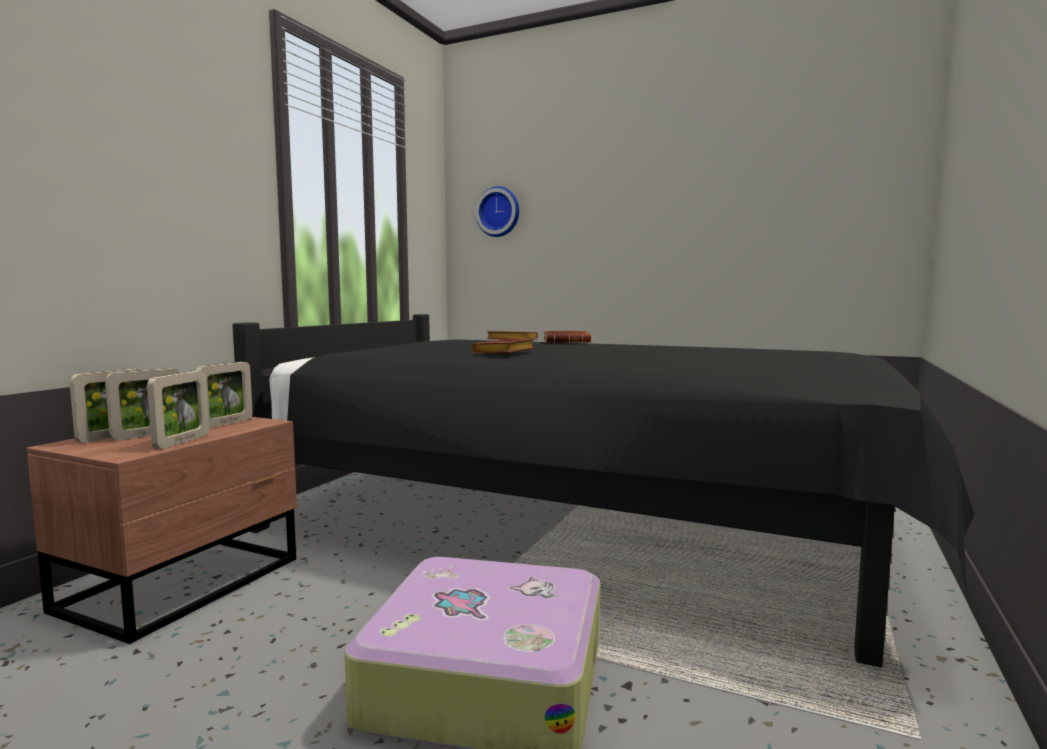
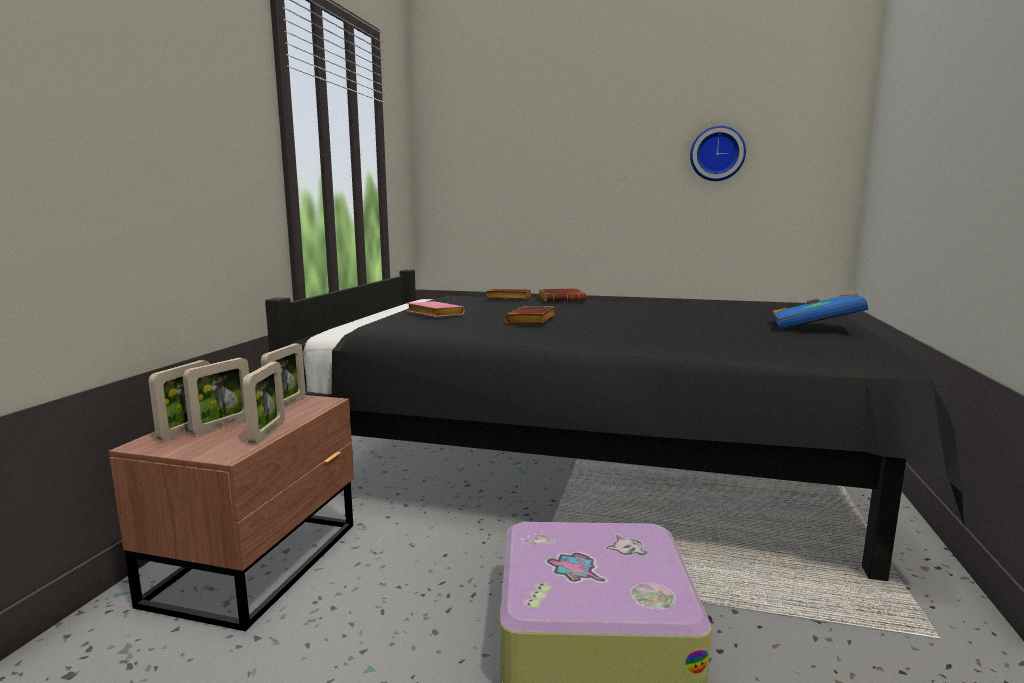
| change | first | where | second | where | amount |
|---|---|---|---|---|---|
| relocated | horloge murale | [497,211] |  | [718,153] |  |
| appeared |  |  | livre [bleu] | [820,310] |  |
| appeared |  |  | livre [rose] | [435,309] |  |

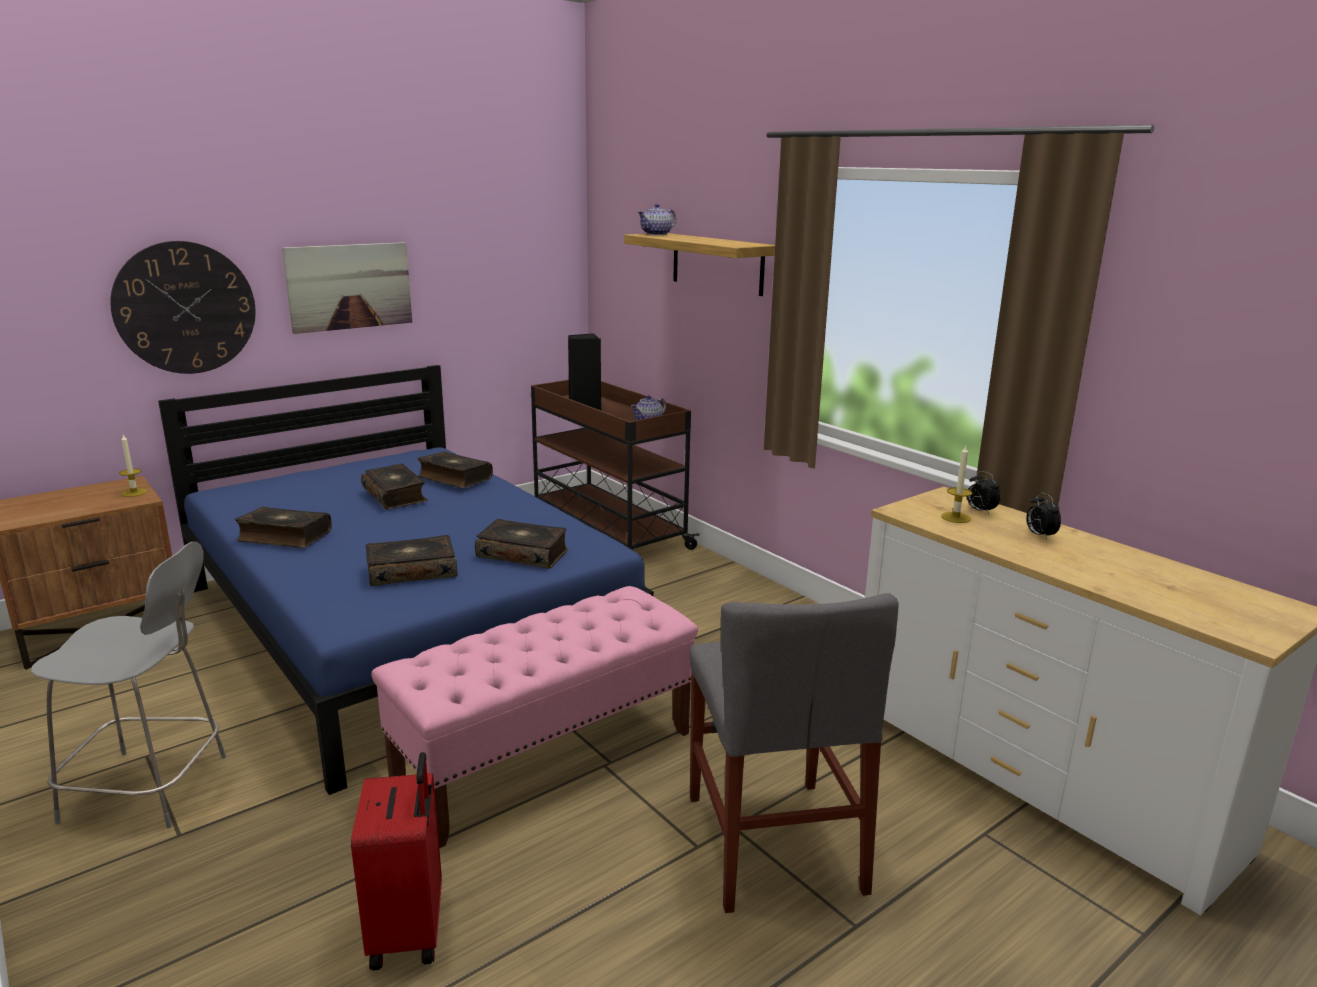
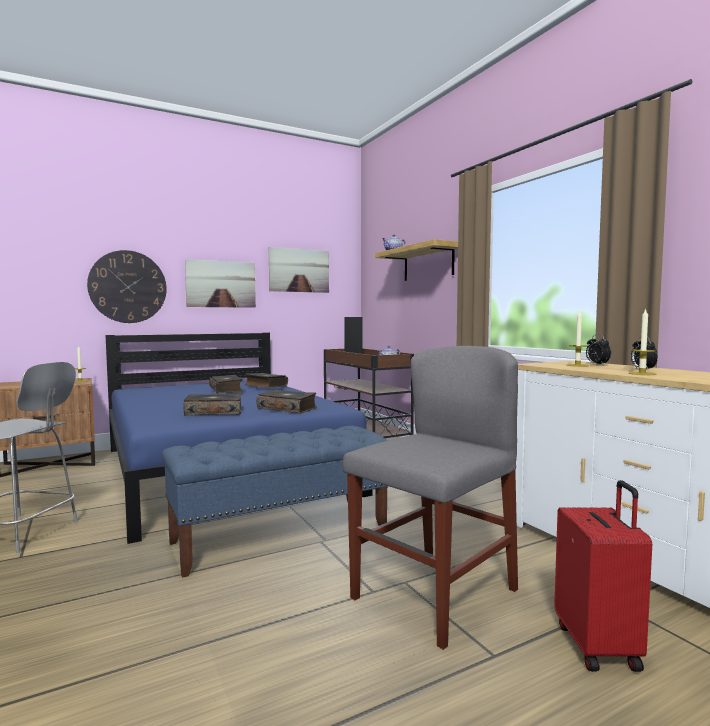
| change | first | where | second | where | amount |
|---|---|---|---|---|---|
| missing | livre | [283,527] |  |  |  |
| colour | banc [rose] | [534,717] | banc [bleu] | [275,502] |  |
| spun | chaise [gris] | [794,753] |  | [430,498] | 135 degrees counterclockwise |
| relocated | valise [rouge] | [396,861] |  | [603,576] |  |
| appeared |  |  | tableau | [299,270] |  |
| appeared |  |  | bougie | [642,341] |  |

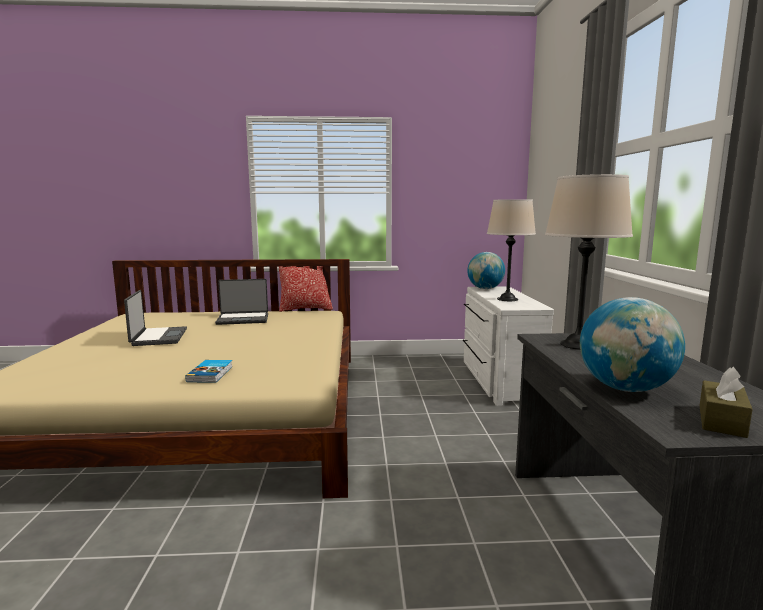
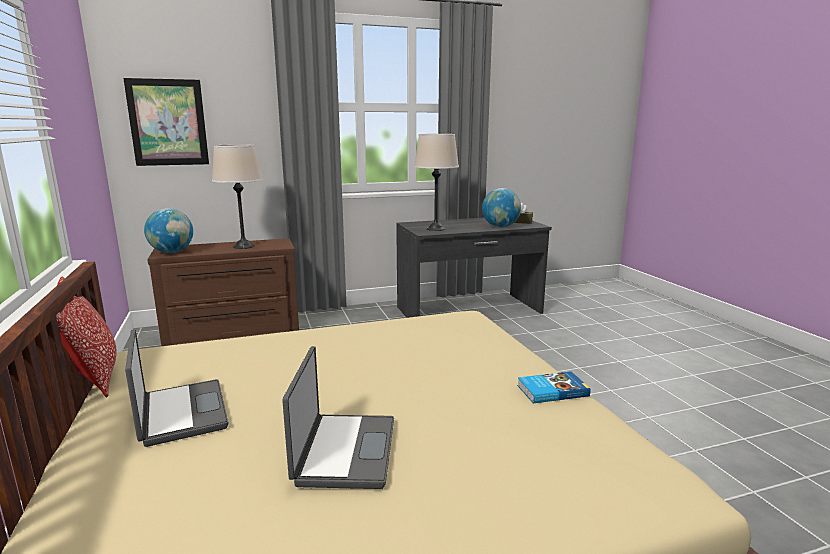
| change | first | where | second | where | amount |
|---|---|---|---|---|---|
| colour | commode [blanc] | [508,346] | commode [marron] | [223,292] |  |
| spun | ordinateur portable | [155,318] |  | [338,417] | 120 degrees clockwise |
| relocated | livre | [209,371] |  | [554,387] |  |
| appeared |  |  | tableau | [166,122] |  |

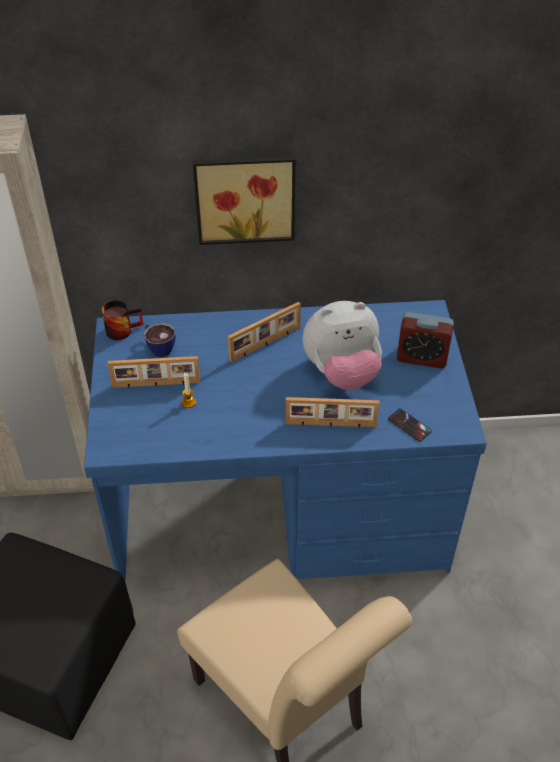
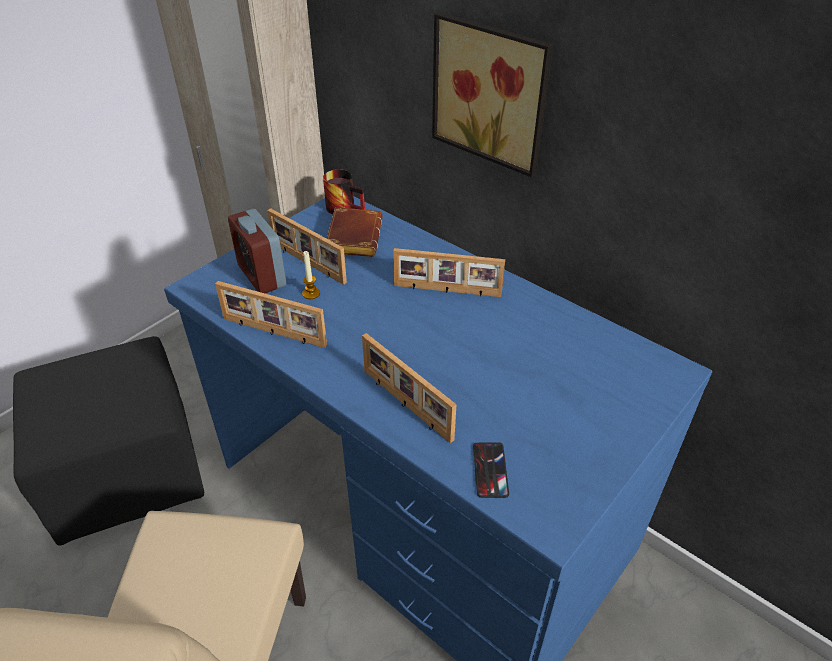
| change | first | where | second | where | amount |
|---|---|---|---|---|---|
| missing | peluche | [342,345] |  |  |  |
| relocated | réveil | [425,340] |  | [257,251] |  |
| exchanged | tasse | [160,339] | livre [marron] | [354,232] |  |
| appeared |  |  | cadre photo | [271,314] |  |

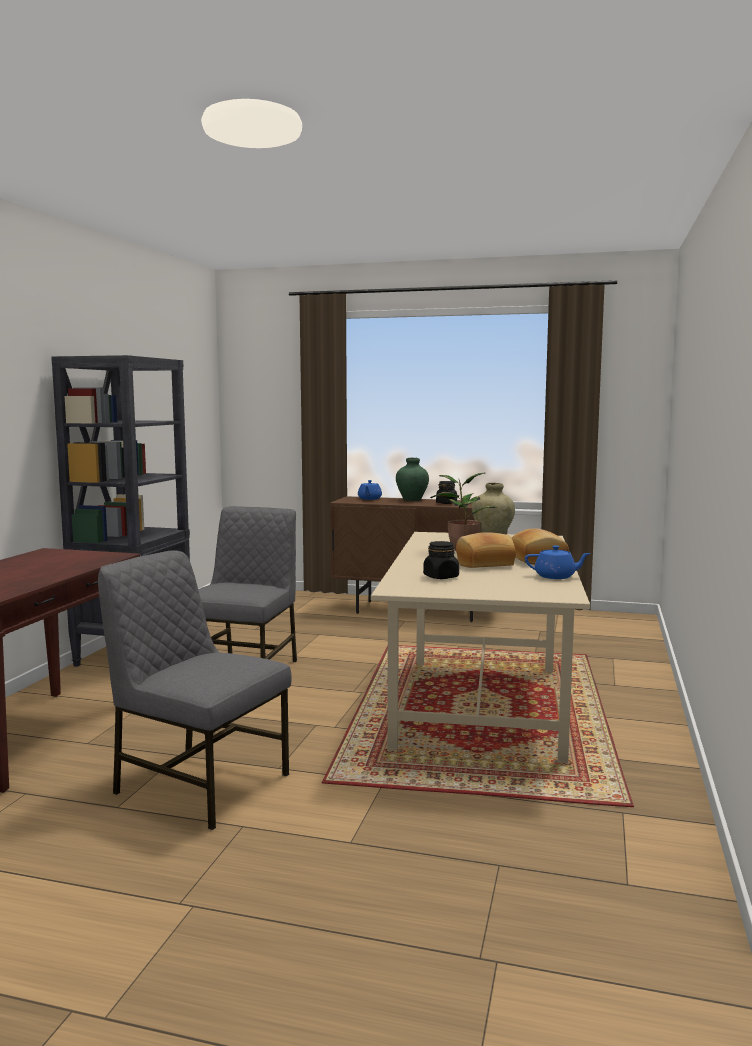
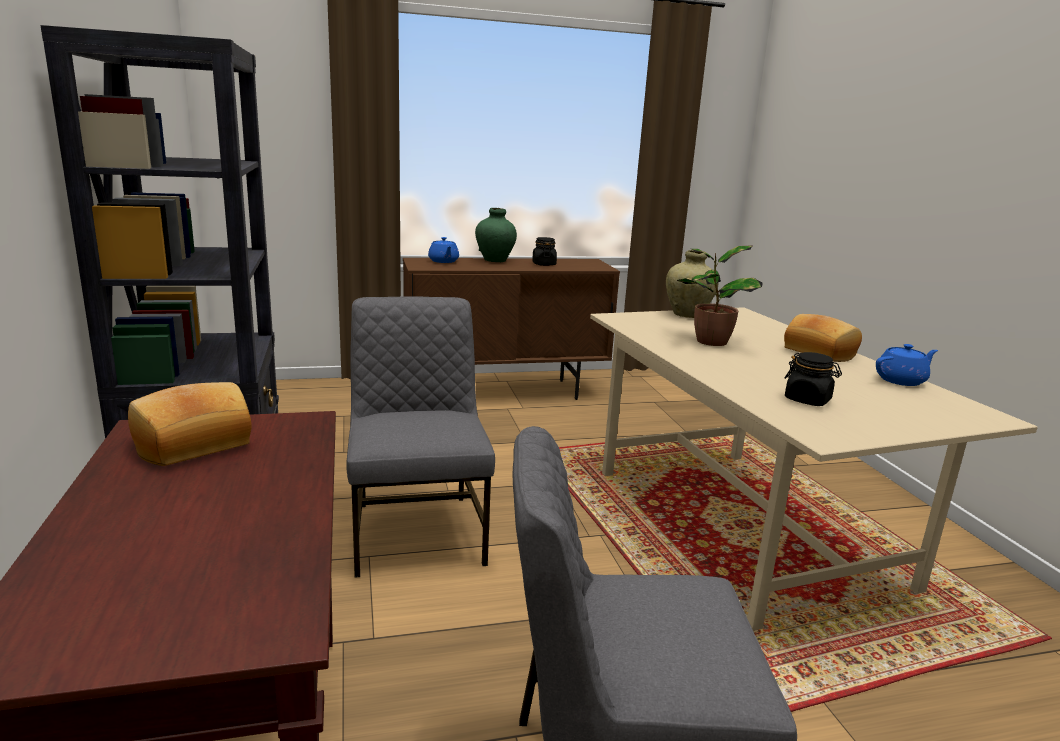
| change | first | where | second | where | amount |
|---|---|---|---|---|---|
| relocated | pain | [486,550] |  | [190,424] |  |

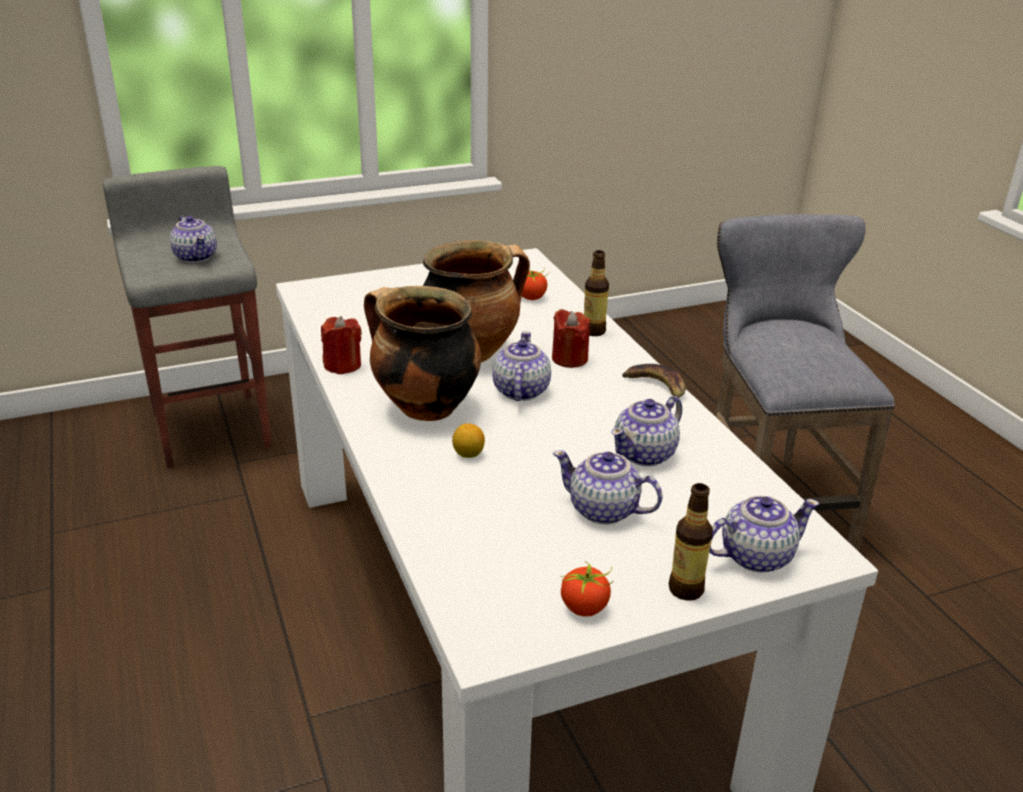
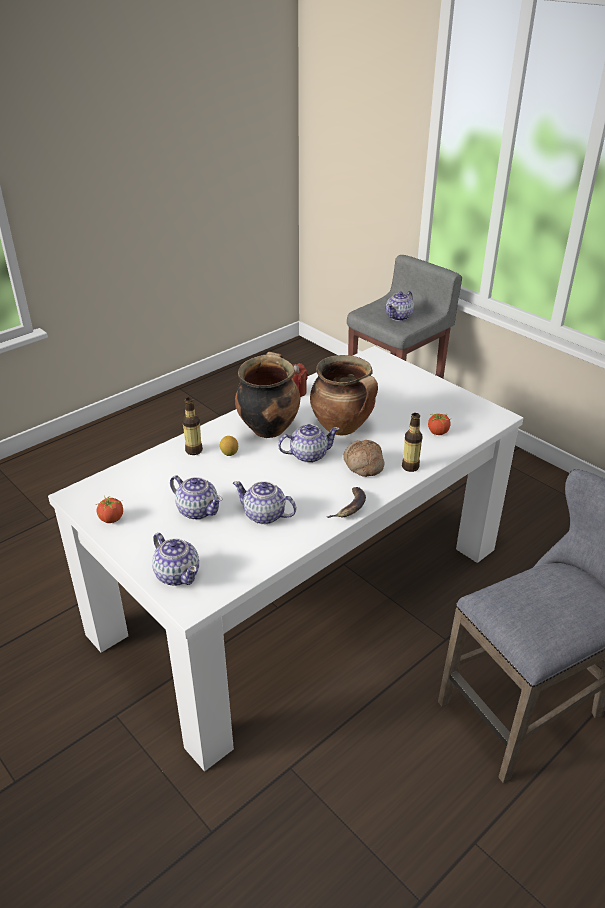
| change | first | where | second | where | amount |
|---|---|---|---|---|---|
| exchanged | bougie [rouge] | [571,338] | pain | [363,458] |  |
| spun | théière | [608,487] |  | [196,497] | 120 degrees clockwise |
| relocated | bouteille | [691,542] |  | [192,426] |  |

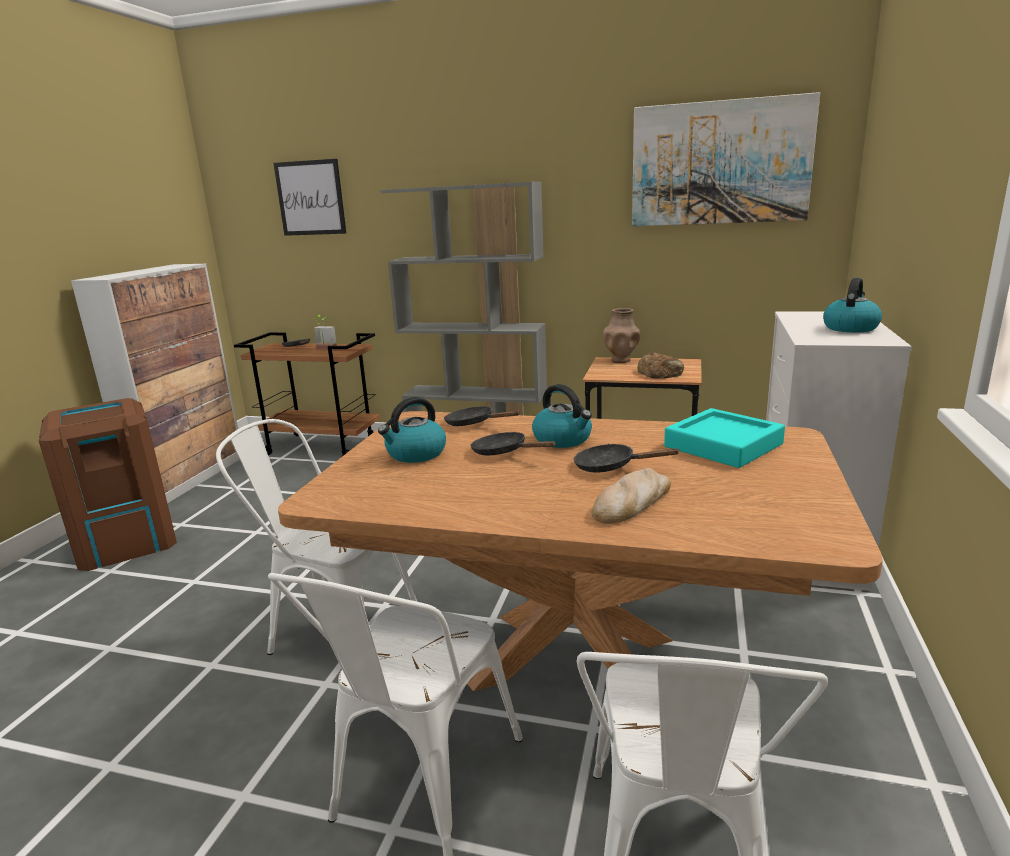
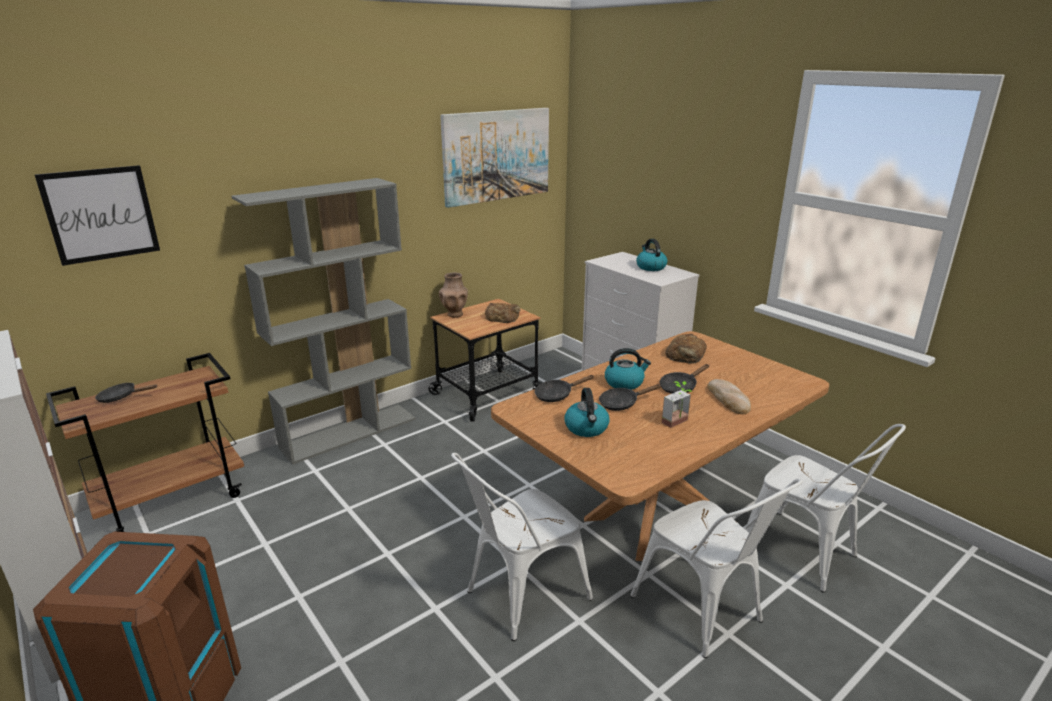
| change | first | where | second | where | amount |
|---|---|---|---|---|---|
| relocated | plante en pot | [325,332] |  | [677,404] |  |
| exchanged | plateau [turquoise] | [724,438] | pain | [686,349] |  |

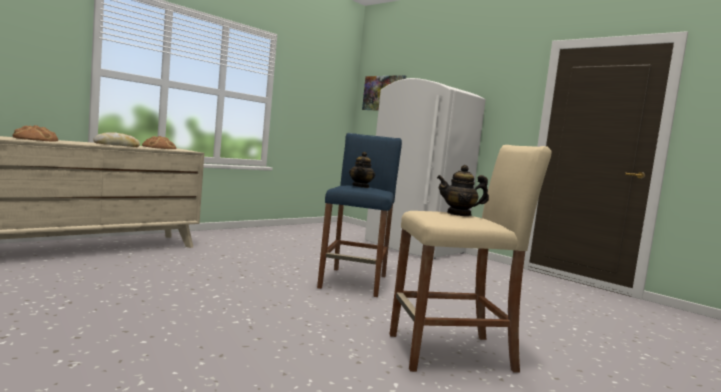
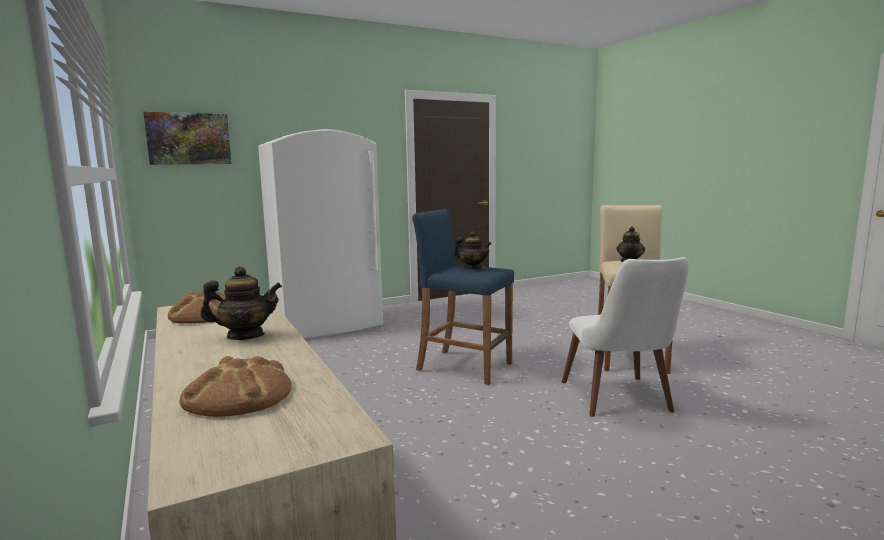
| change | first | where | second | where | amount |
|---|---|---|---|---|---|
| exchanged | pain | [116,139] | théière | [241,303] |  |
| appeared |  |  | chaise [blanc] | [625,337] |  |

